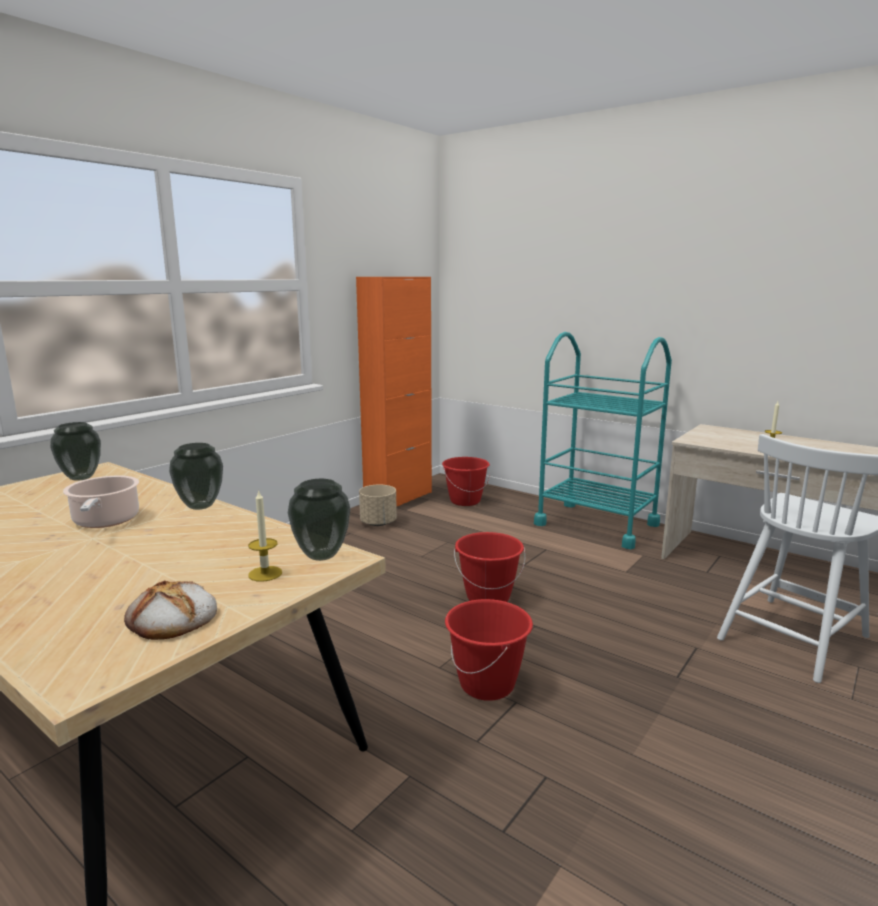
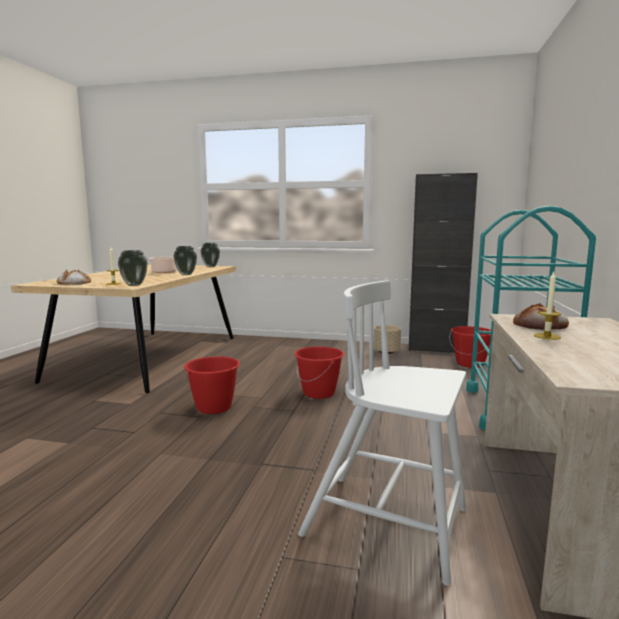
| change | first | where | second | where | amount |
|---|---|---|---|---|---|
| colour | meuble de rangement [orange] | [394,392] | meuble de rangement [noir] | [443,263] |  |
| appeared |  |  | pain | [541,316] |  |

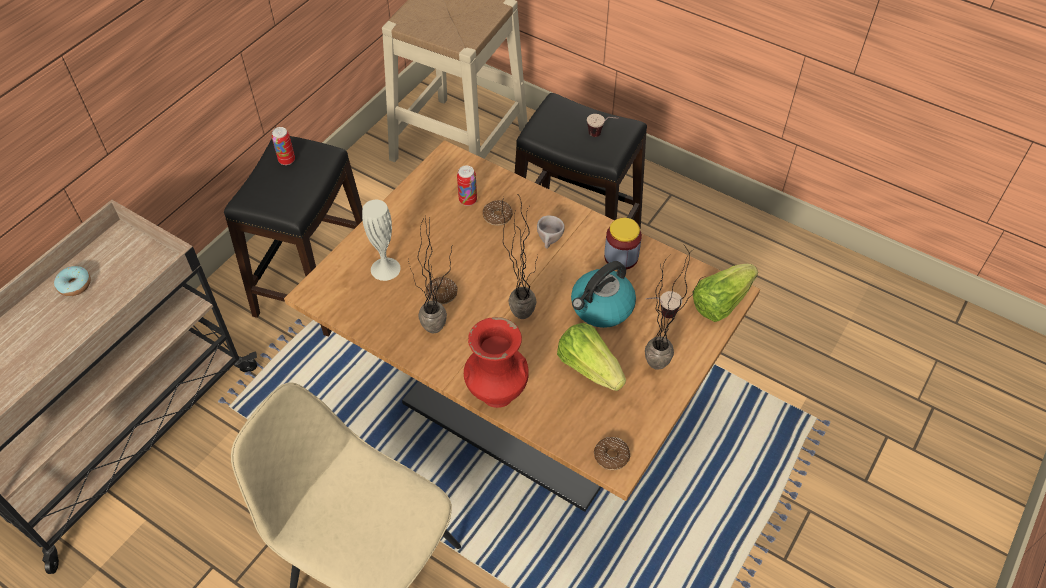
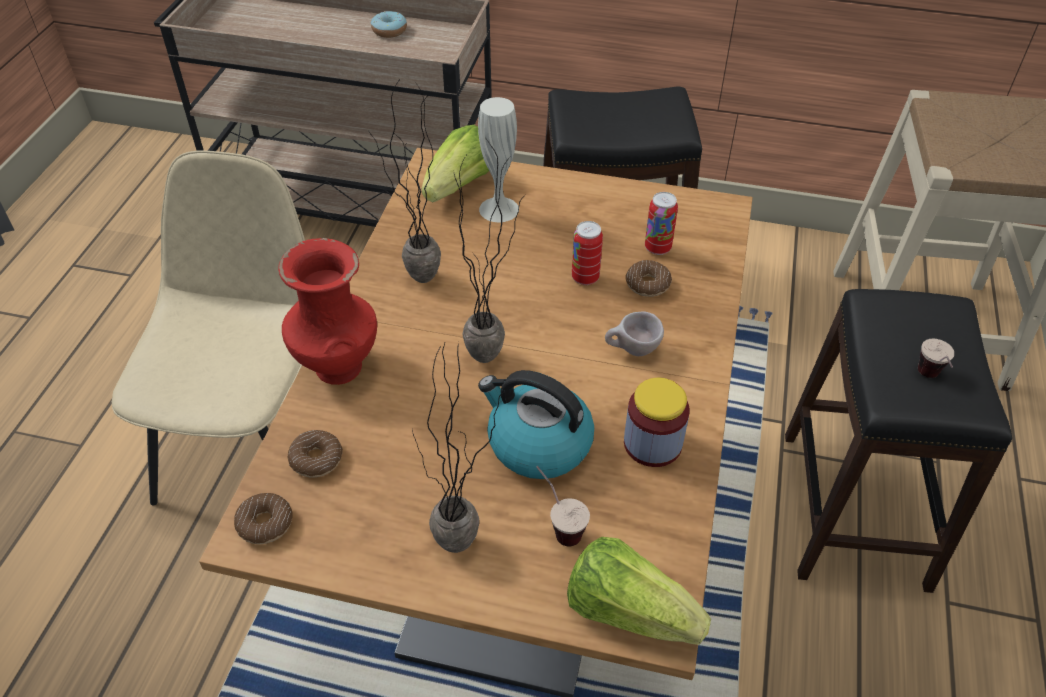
| change | first | where | second | where | amount |
|---|---|---|---|---|---|
| relocated | boîte métallique | [283,146] |  | [587,253] |  |
| relocated | beignet | [442,291] |  | [315,454] |  |
| relocated | laitue | [591,357] |  | [455,163] |  |

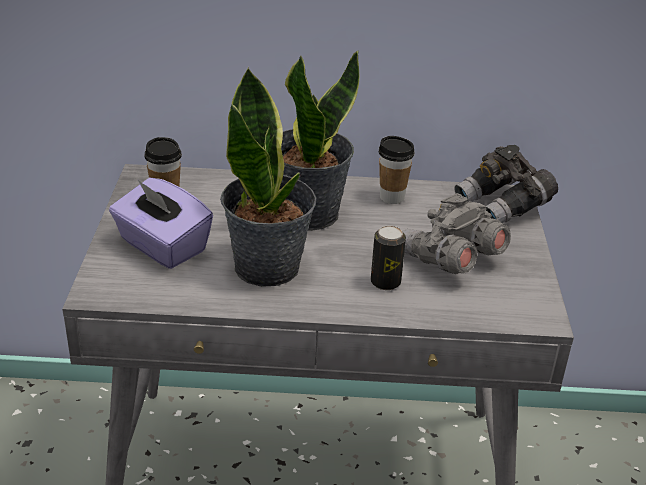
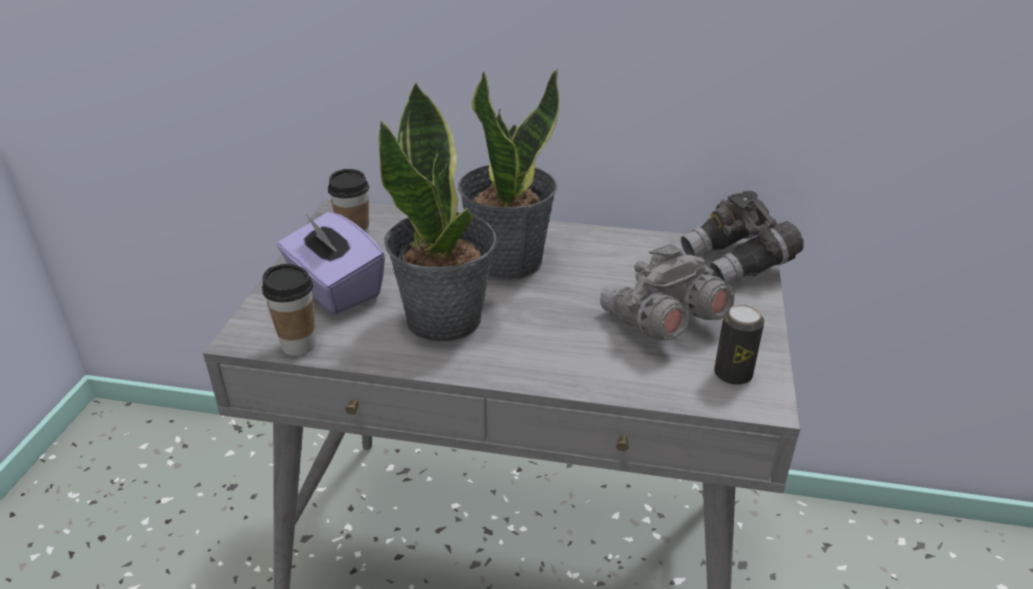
| change | first | where | second | where | amount |
|---|---|---|---|---|---|
| relocated | tasse | [397,170] |  | [289,310] |  |
| relocated | boîte métallique | [388,258] |  | [739,345] |  |

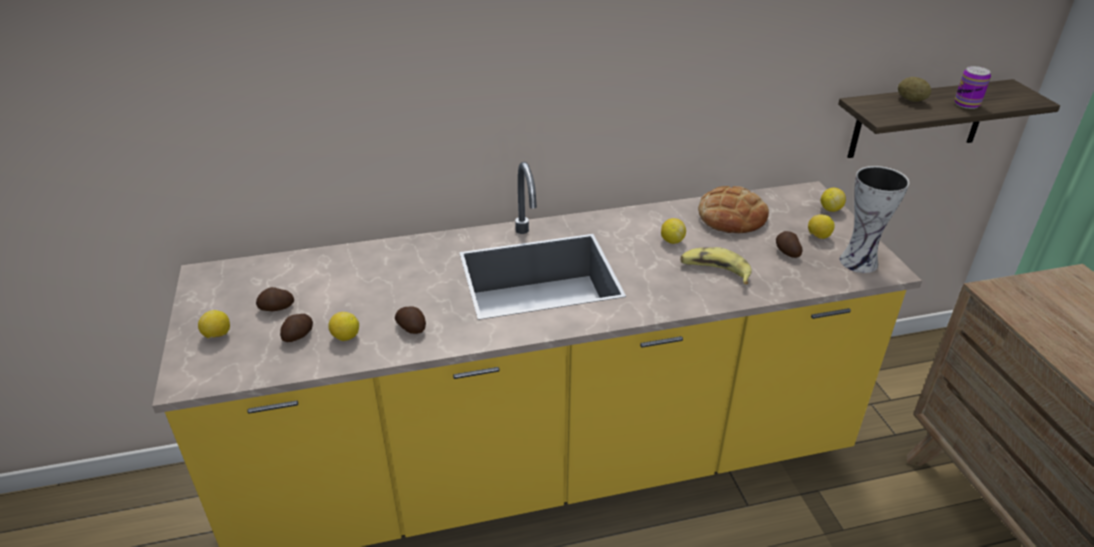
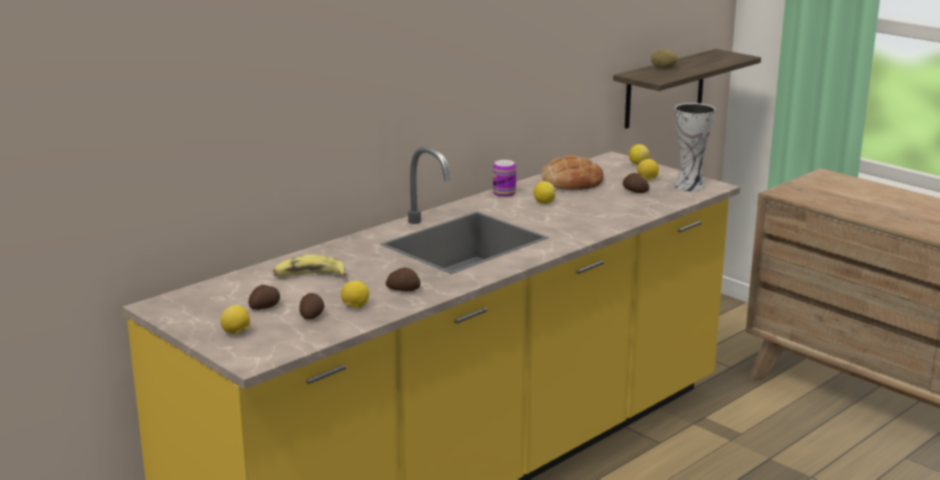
| change | first | where | second | where | amount |
|---|---|---|---|---|---|
| relocated | boîte métallique | [973,87] |  | [504,178] |  |
| relocated | banane | [716,265] |  | [309,265] |  |

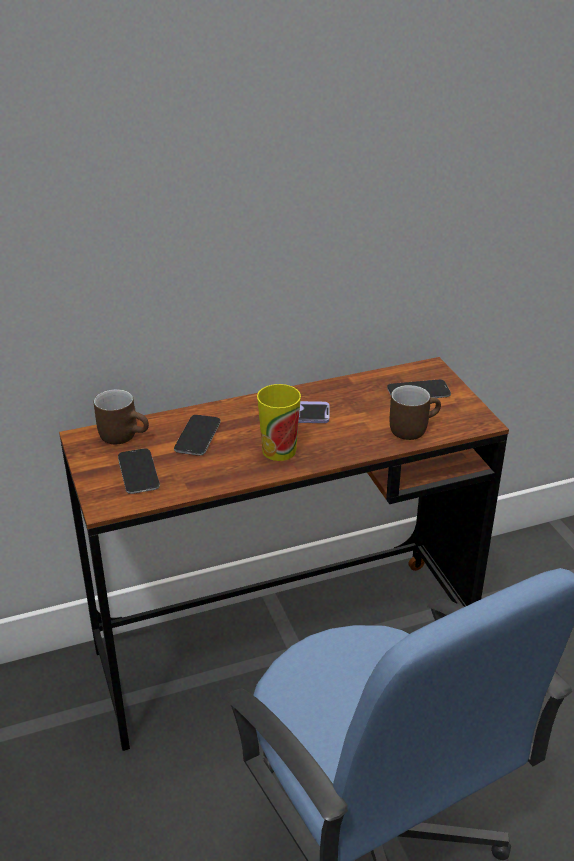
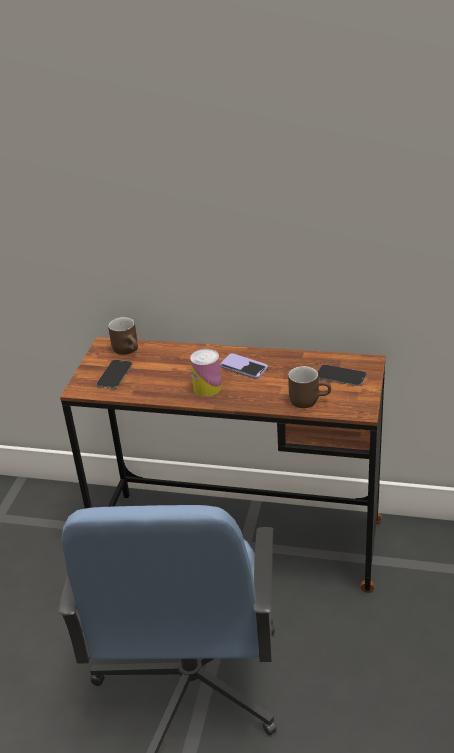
| change | first | where | second | where | amount |
|---|---|---|---|---|---|
| exchanged | tasse | [279,422] | boîte métallique | [206,373] |  |
| missing | téléphone | [197,435] |  |  |  |

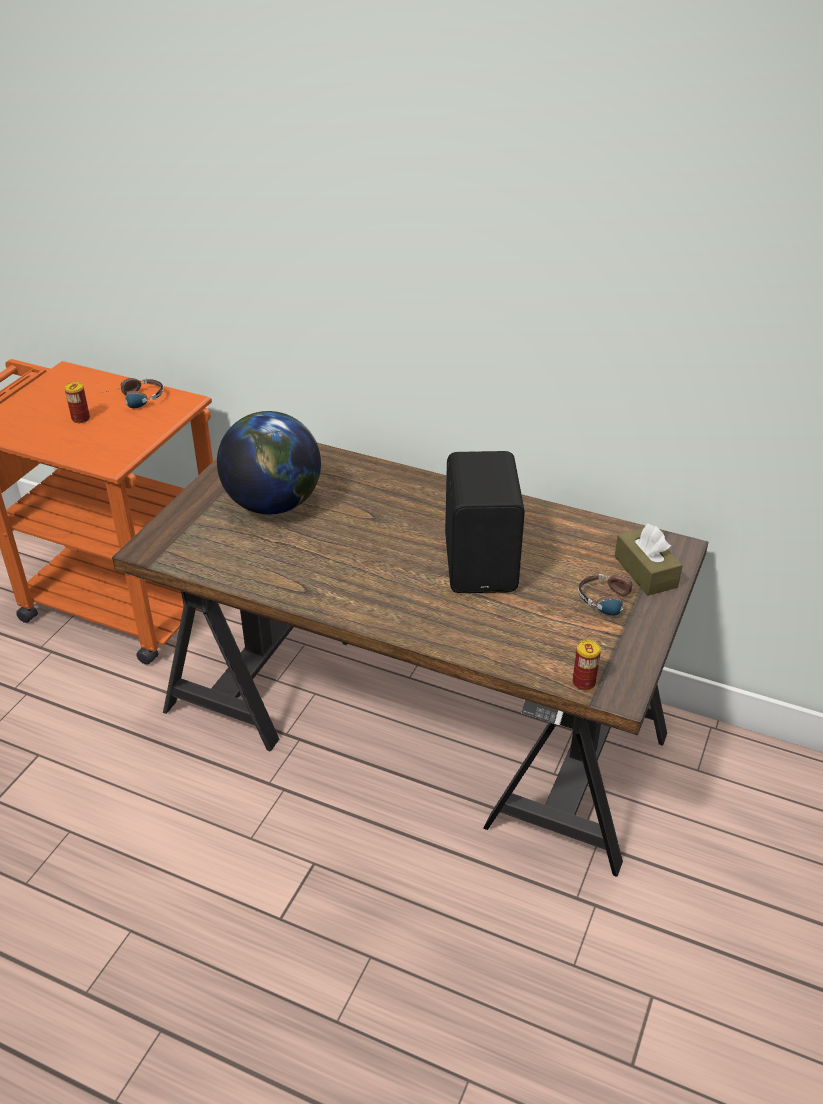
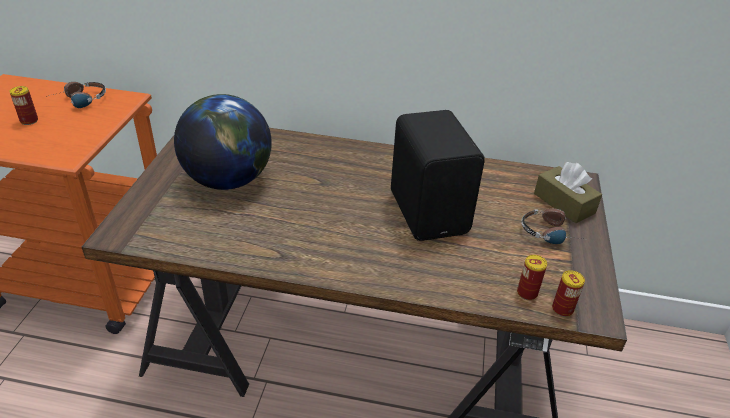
| change | first | where | second | where | amount |
|---|---|---|---|---|---|
| appeared |  |  | boîte métallique | [532,277] |  |

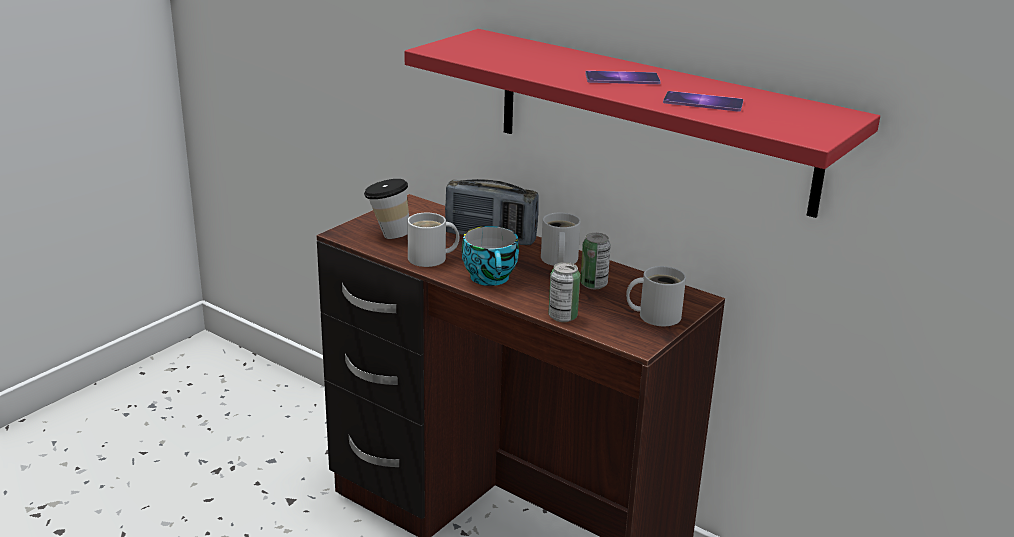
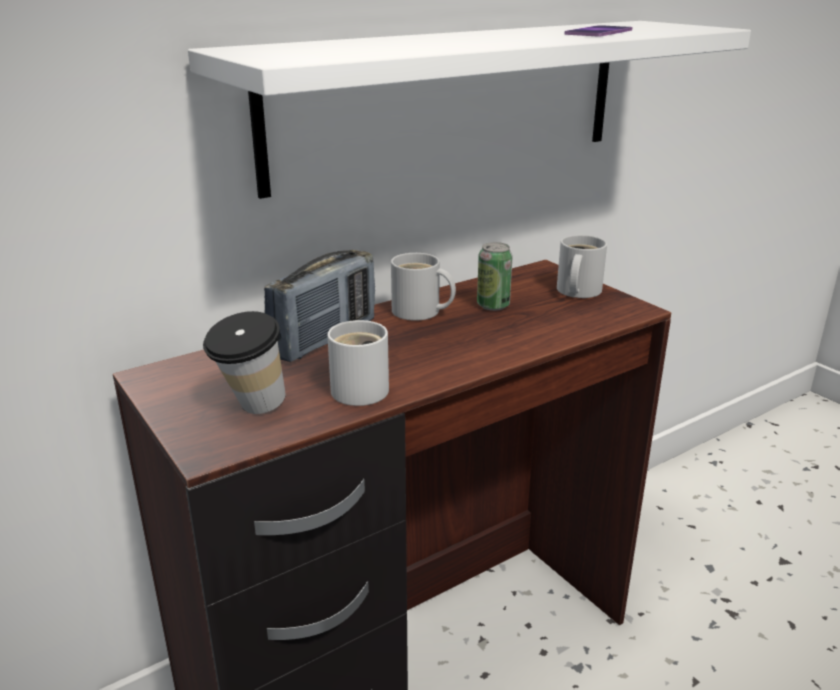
| change | first | where | second | where | amount |
|---|---|---|---|---|---|
| colour | étagère [rouge] | [642,123] | étagère [blanc] | [469,110] |  |
| missing | téléphone | [623,77] |  |  |  |
| missing | tasse | [490,256] |  |  |  |
| missing | boîte métallique | [564,292] |  |  |  |

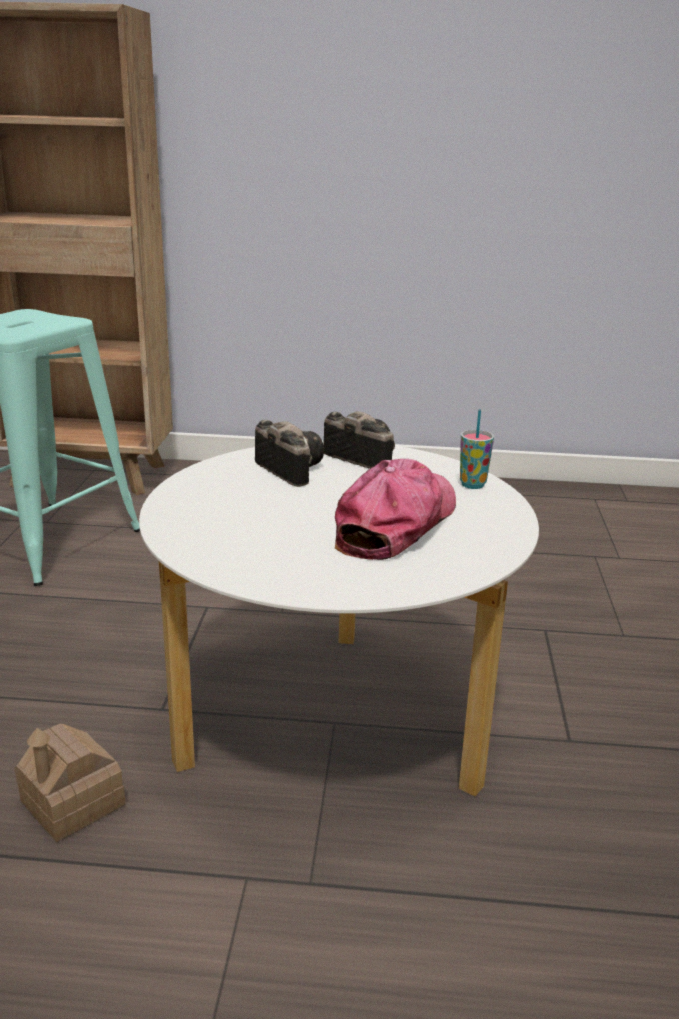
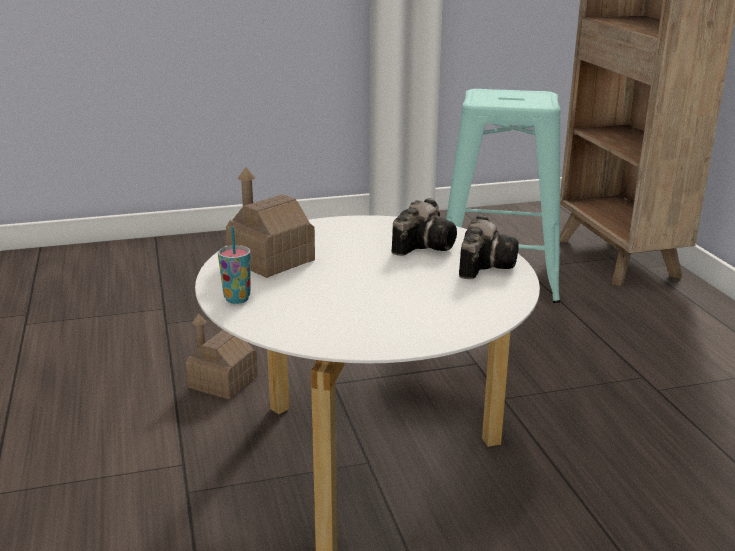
| change | first | where | second | where | amount |
|---|---|---|---|---|---|
| relocated | tasse | [477,449] |  | [234,265] |  |
| missing | casquette | [395,509] |  |  |  |
| appeared |  |  | maison miniature | [270,222] |  |

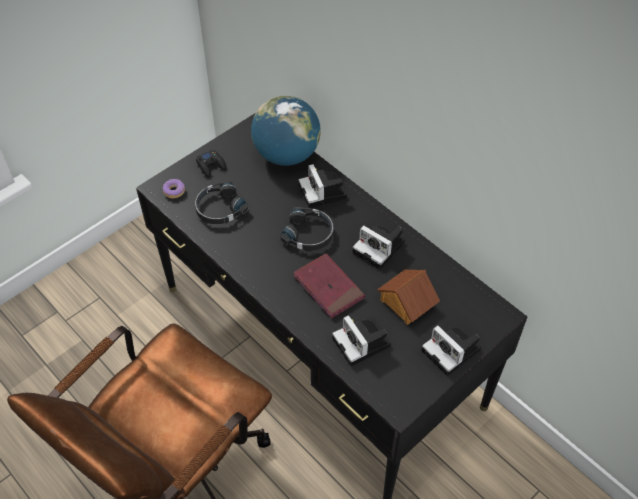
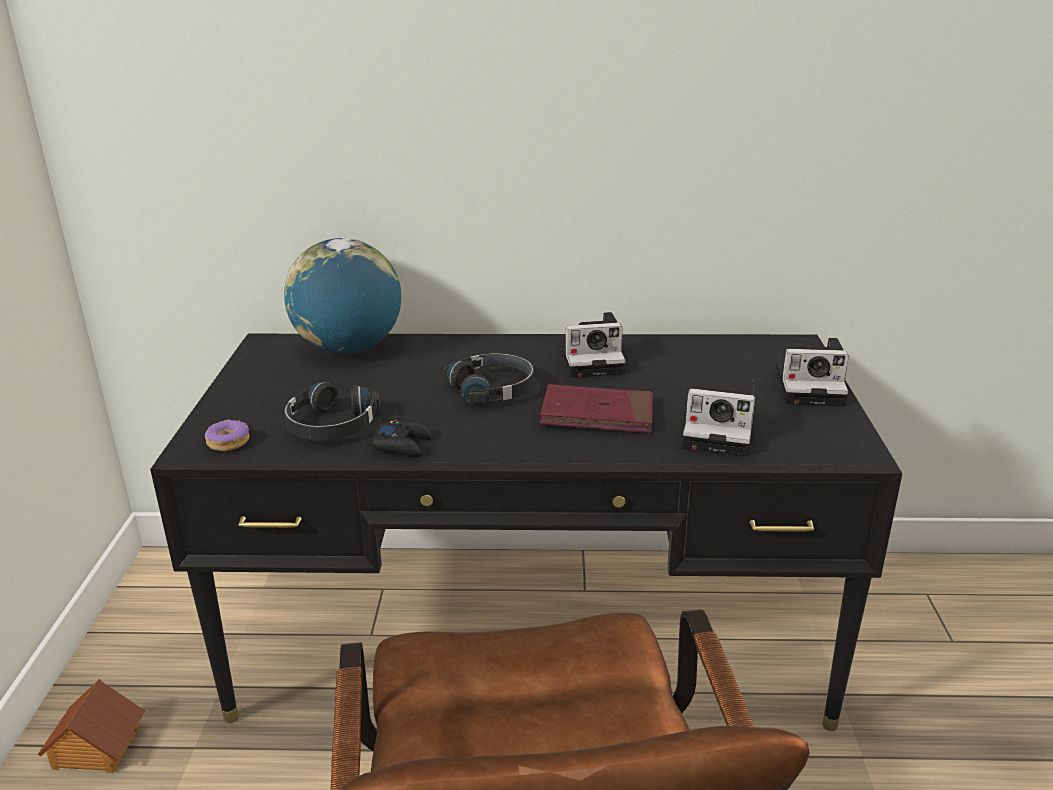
| change | first | where | second | where | amount |
|---|---|---|---|---|---|
| relocated | manette [noir] | [211,163] |  | [401,438] |  |
| missing | appareil photo | [322,186] |  |  |  |
| relocated | maison miniature | [408,297] |  | [91,726] |  |

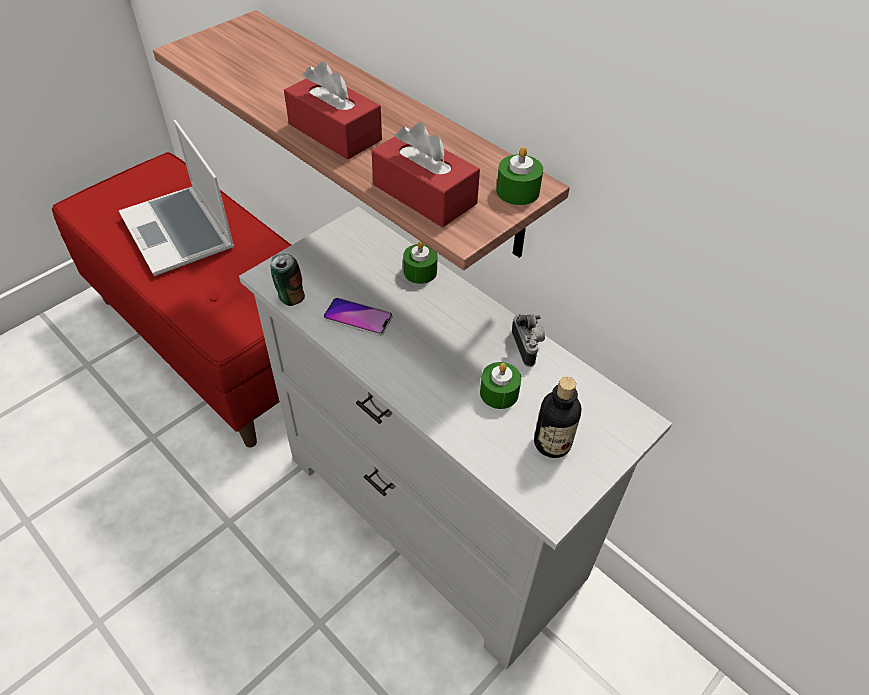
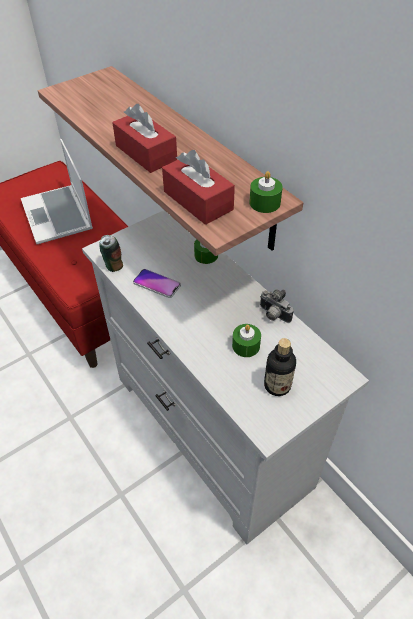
| change | first | where | second | where | amount |
|---|---|---|---|---|---|
| spun | appareil photo | [528,340] |  | [277,306] | 135 degrees clockwise |

